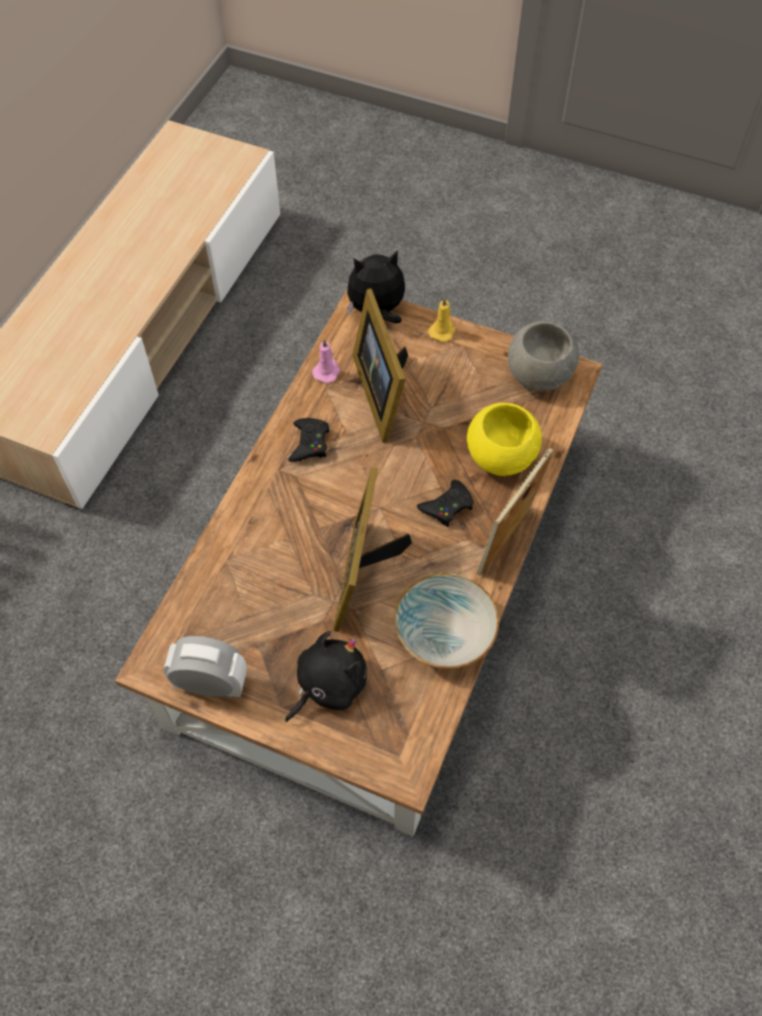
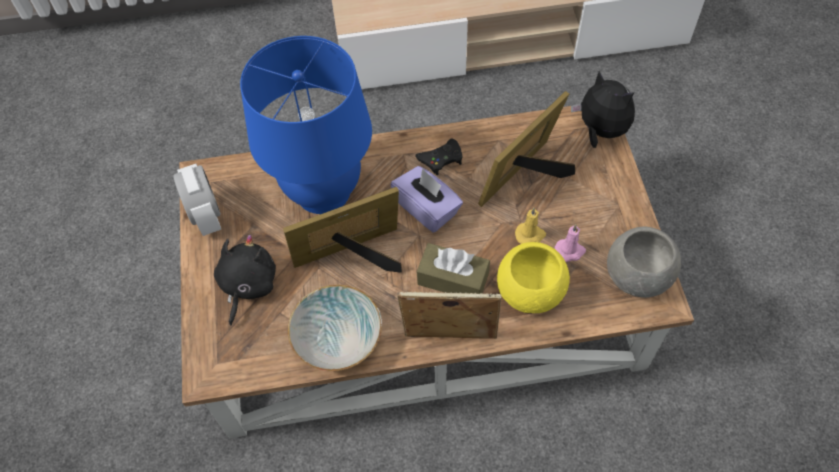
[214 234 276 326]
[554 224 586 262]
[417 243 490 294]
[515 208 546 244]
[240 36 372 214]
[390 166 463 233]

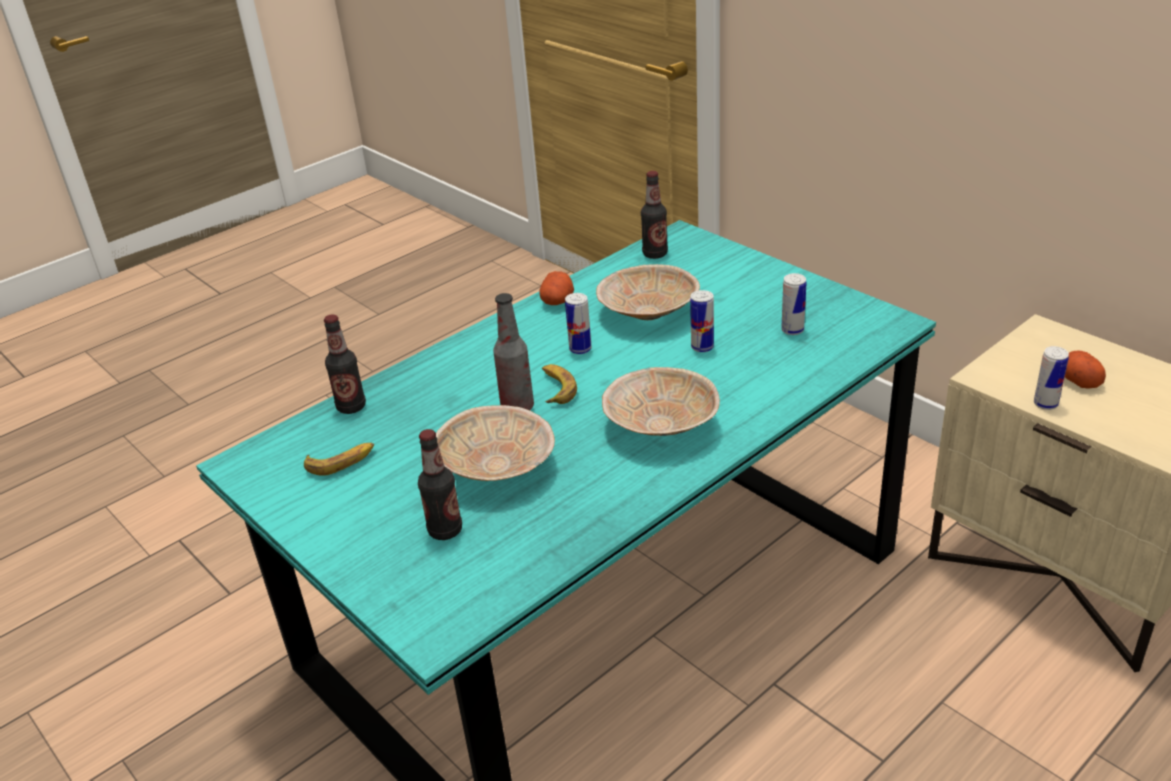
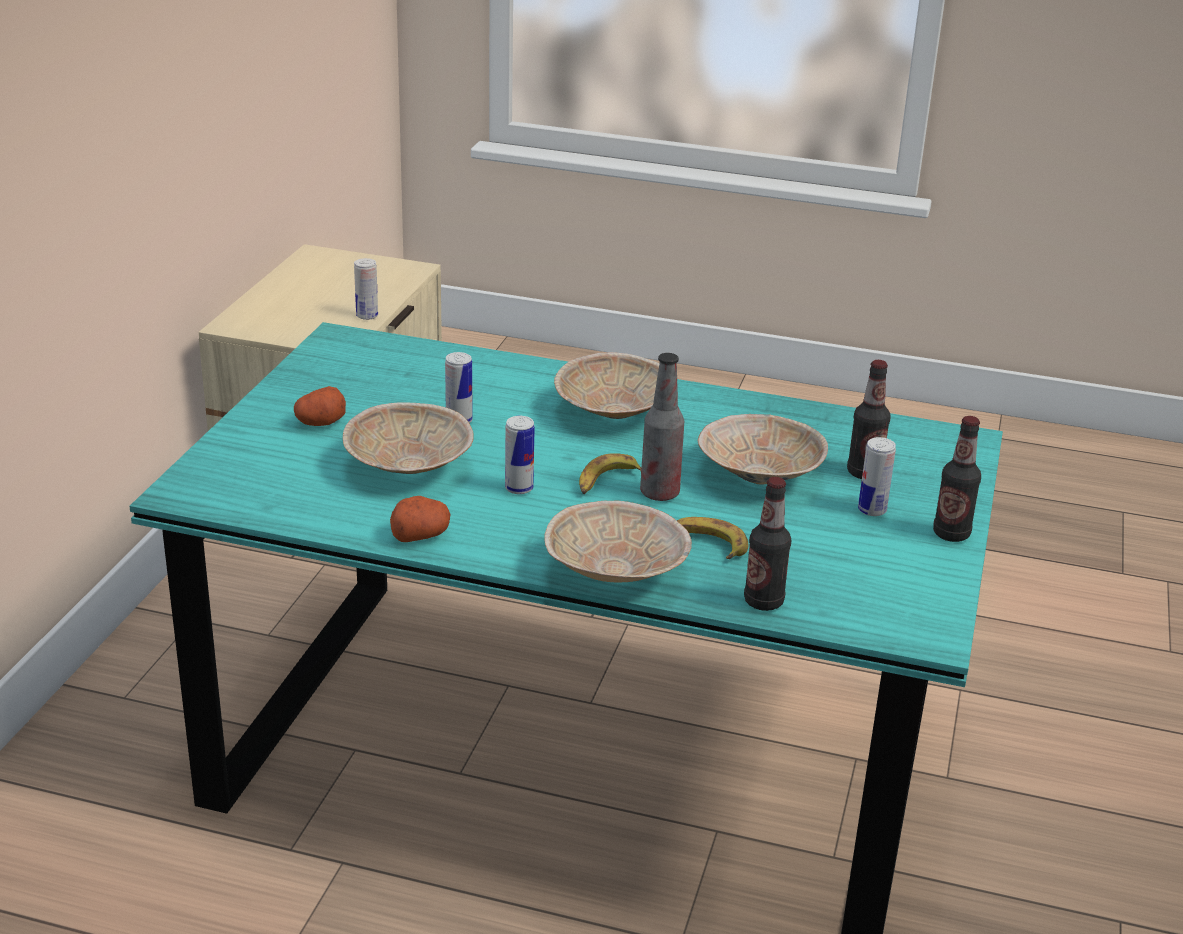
[677 517 749 559]
[933 416 981 542]
[858 437 896 516]
[294 386 346 426]
[544 501 692 583]

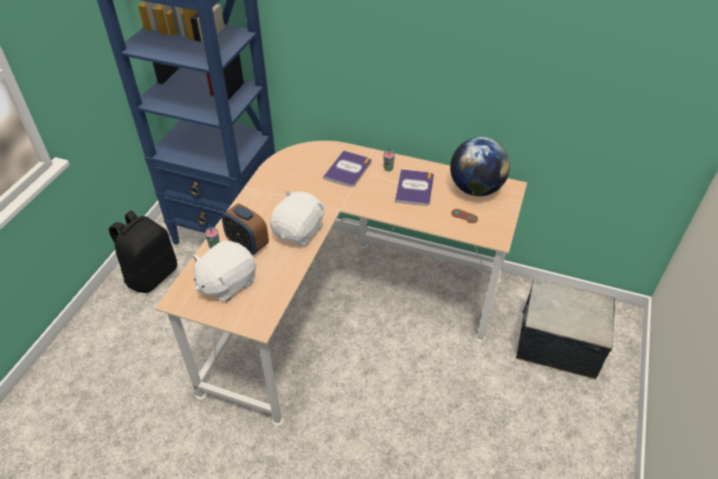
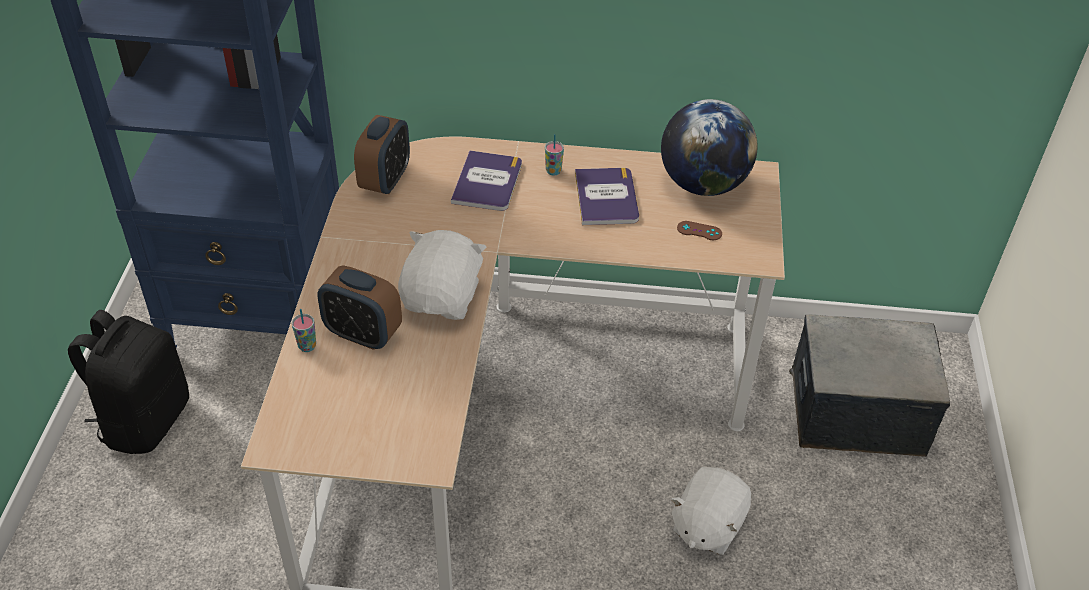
[671 467 751 555]
[354 115 410 194]

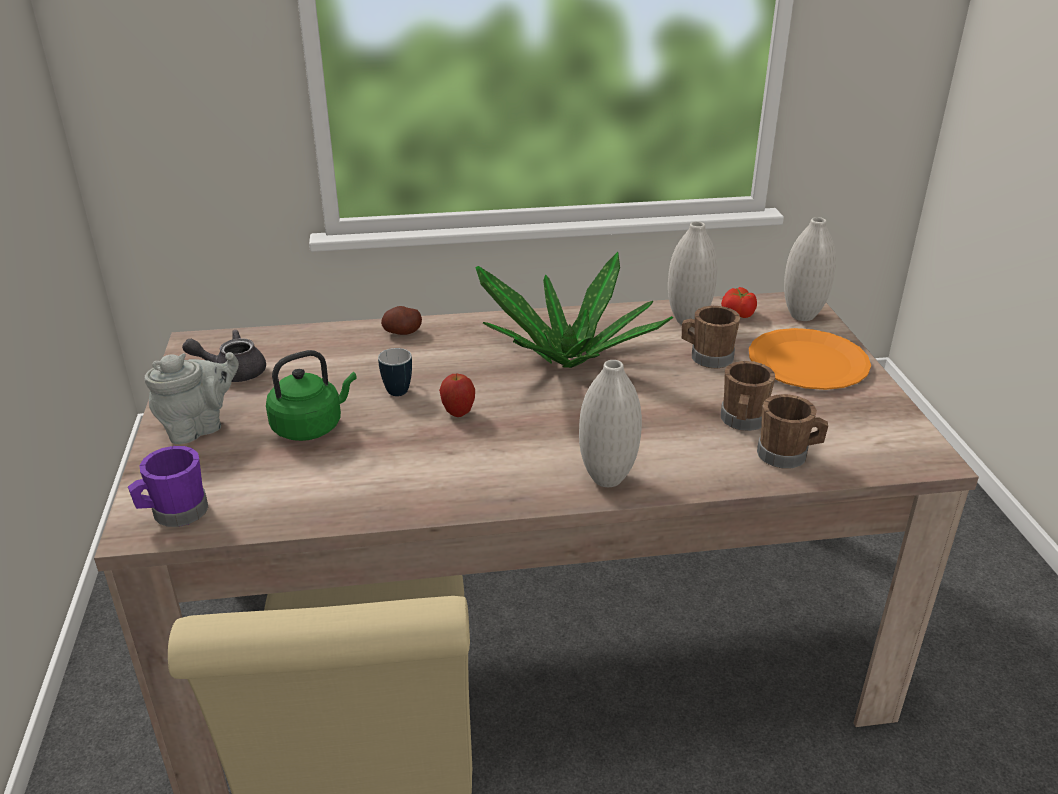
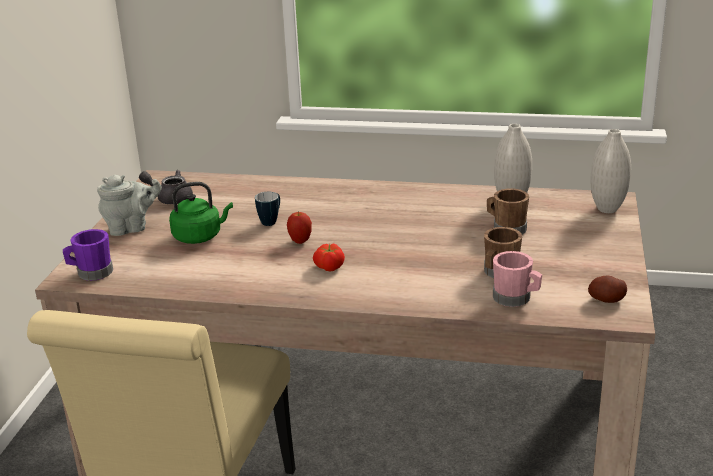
[588 275 627 303]
[476 252 673 368] (first image)
[579 360 642 487] (first image)
[313 243 345 271]
[749 328 871 390] (first image)
[493 251 542 307]

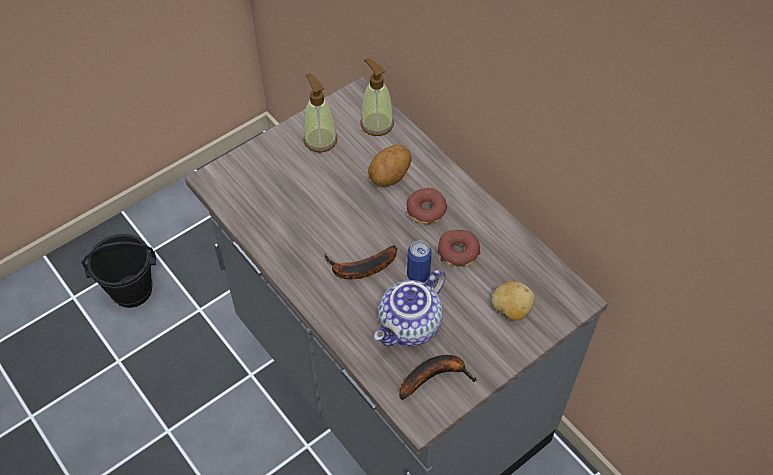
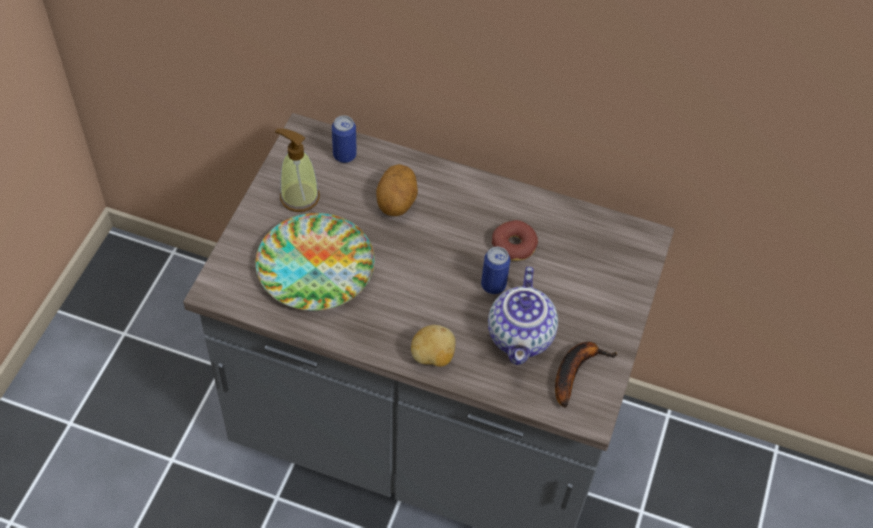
[81 234 156 308] (first image)
[325 245 397 279] (first image)
[332 116 357 163]
[407 188 447 225] (first image)
[411 325 456 367]
[255 213 375 311]

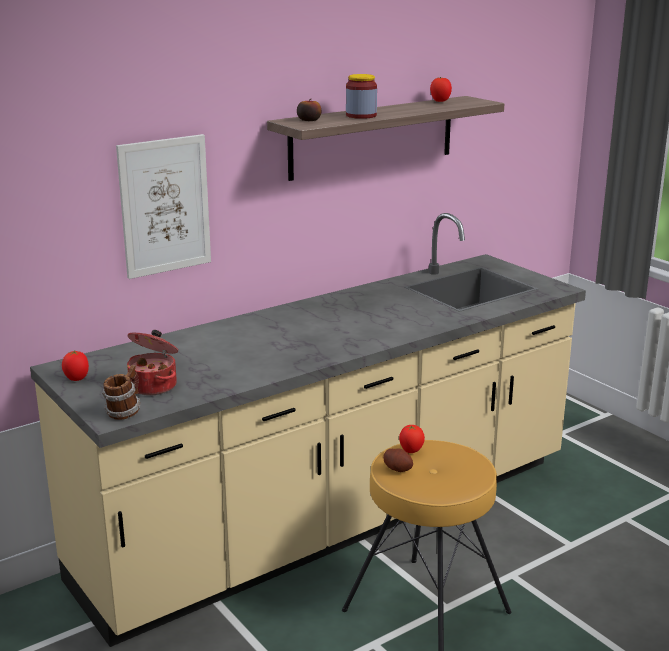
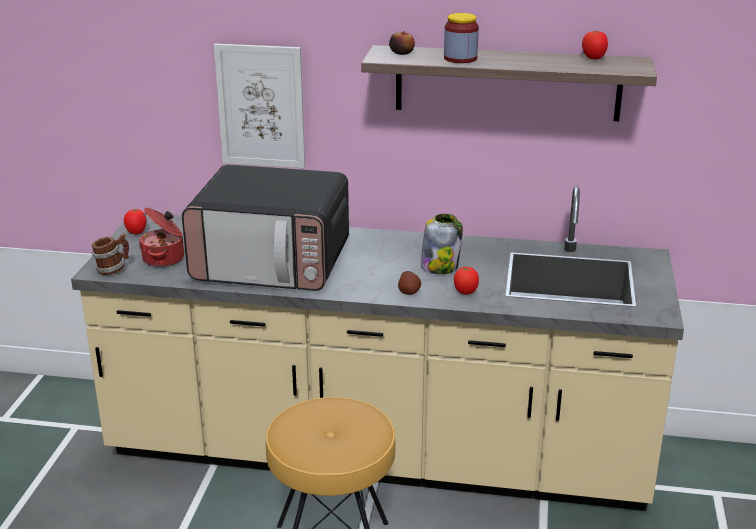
[398 271 421 295]
[454 267 479 295]
[182 165 349 291]
[421 214 463 274]

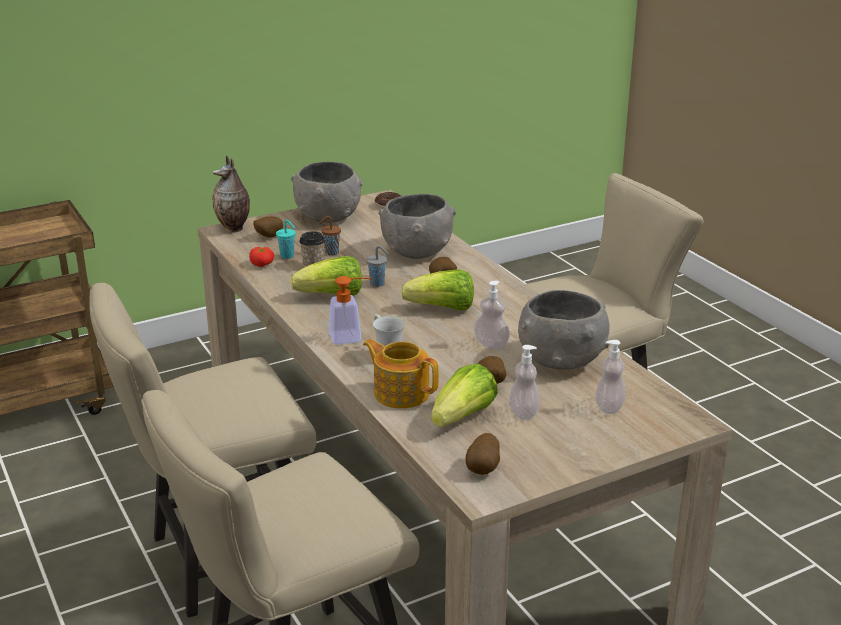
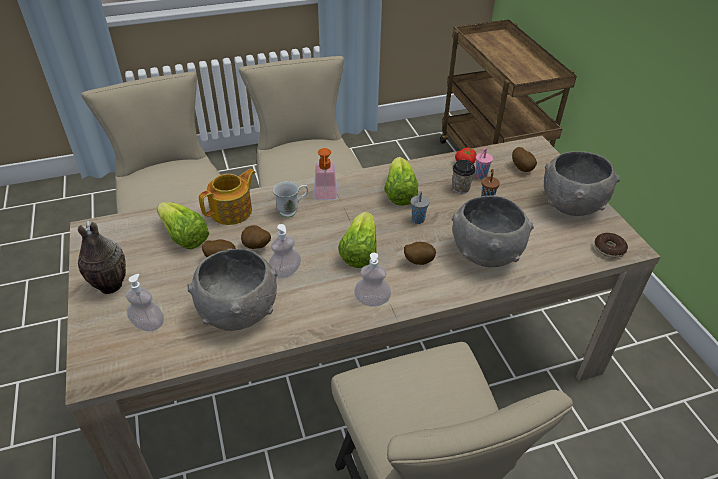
[78 221 126 294]
[475 148 493 179]
[241 225 271 249]
[354 253 391 307]

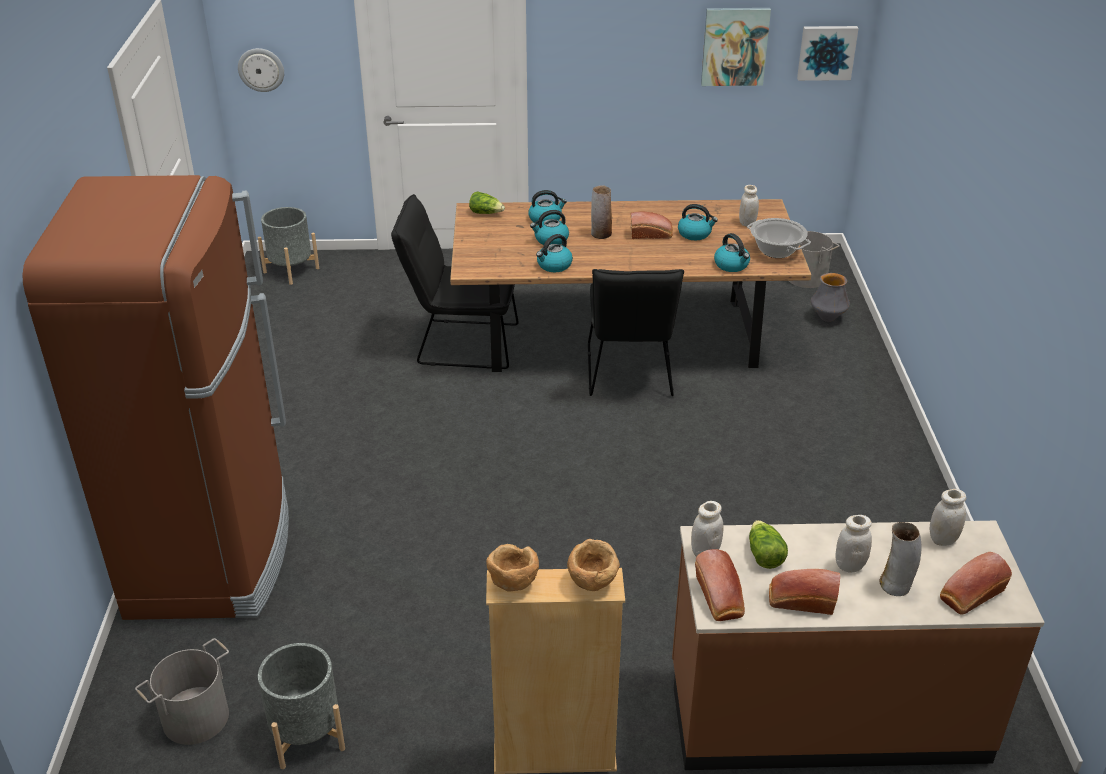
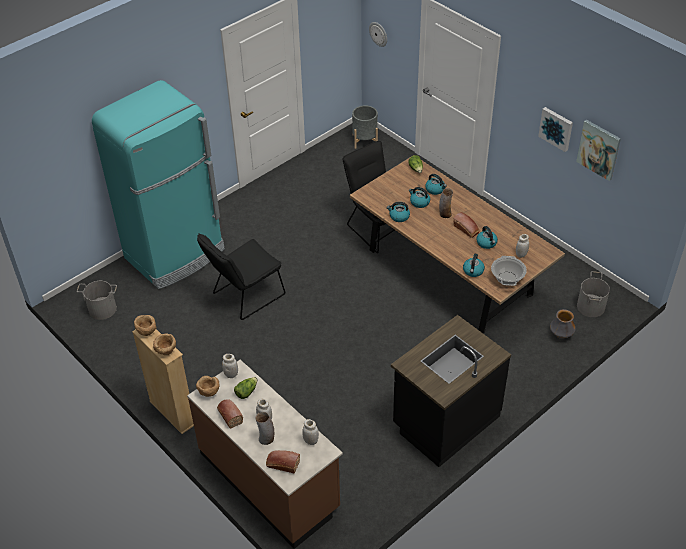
[92 80 225 289]
[258 643 345 769] (first image)
[197 233 285 320]
[196 376 220 397]
[538 107 573 152]
[391 315 511 467]

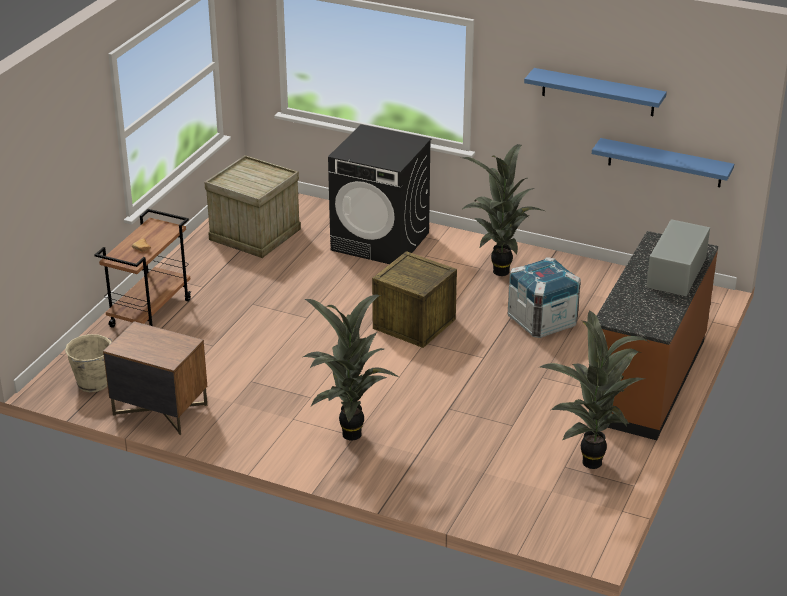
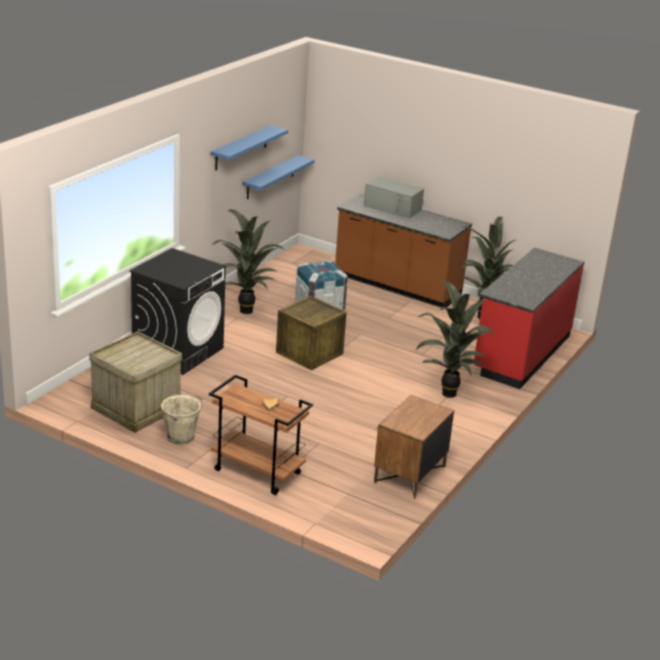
[161 394 203 445]
[474 248 584 389]

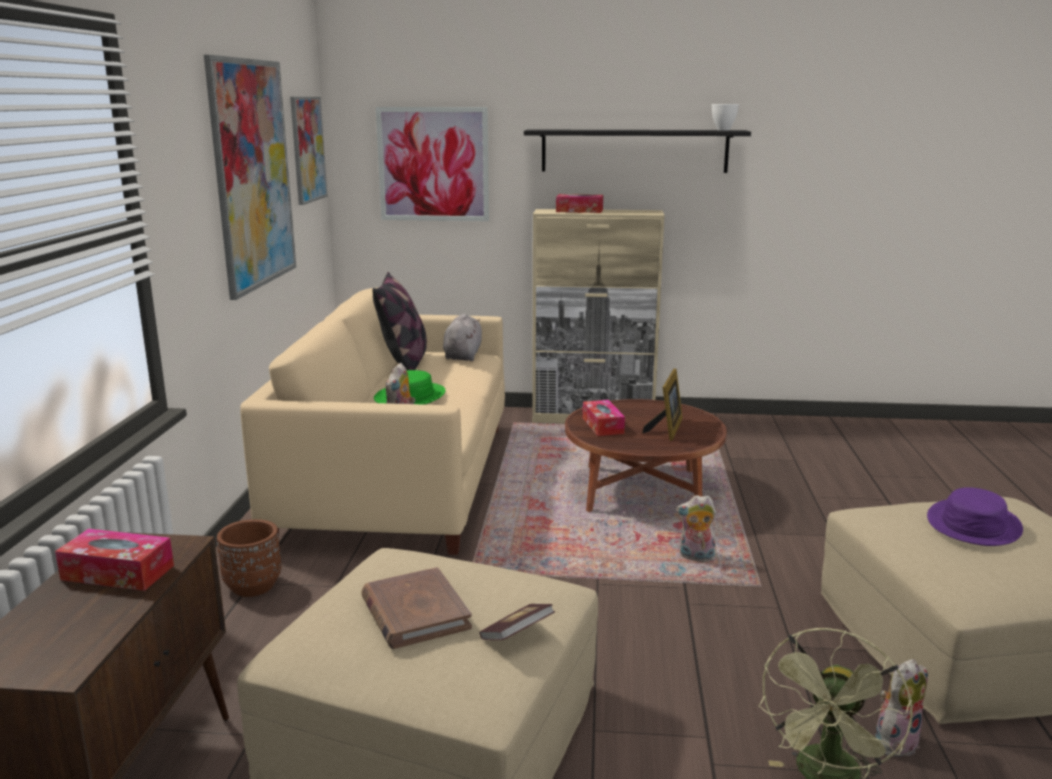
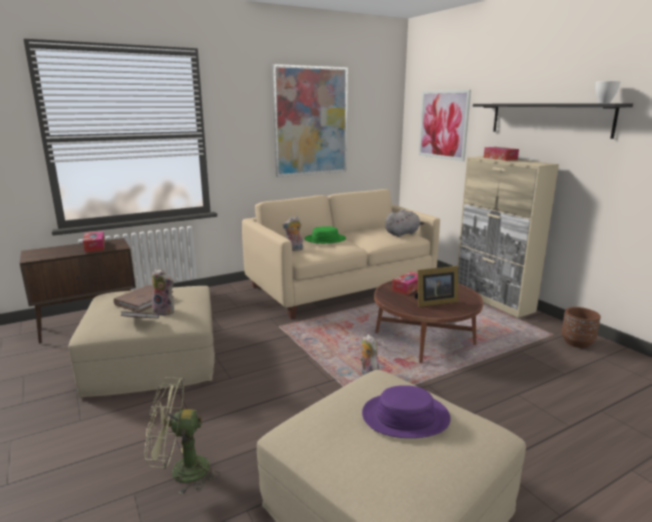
[562 307 601 348]
[290 97 327 205] (first image)
[372 272 427 370] (first image)
[152 268 174 316]

